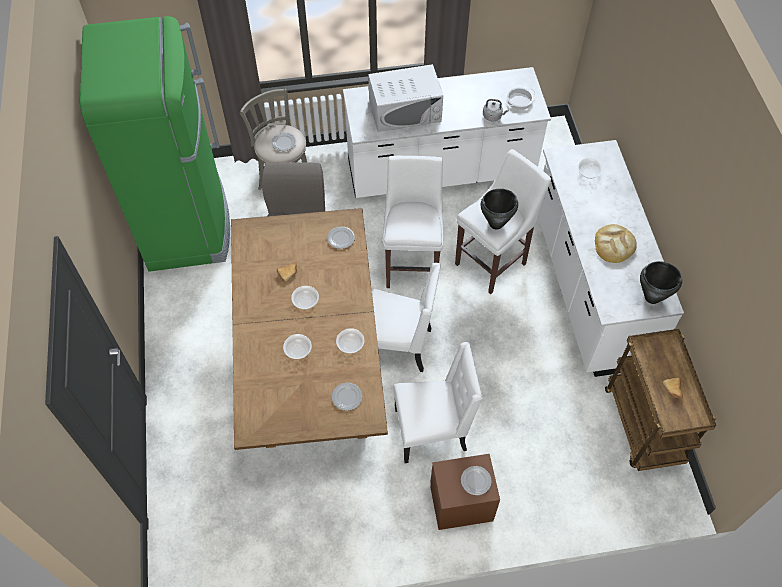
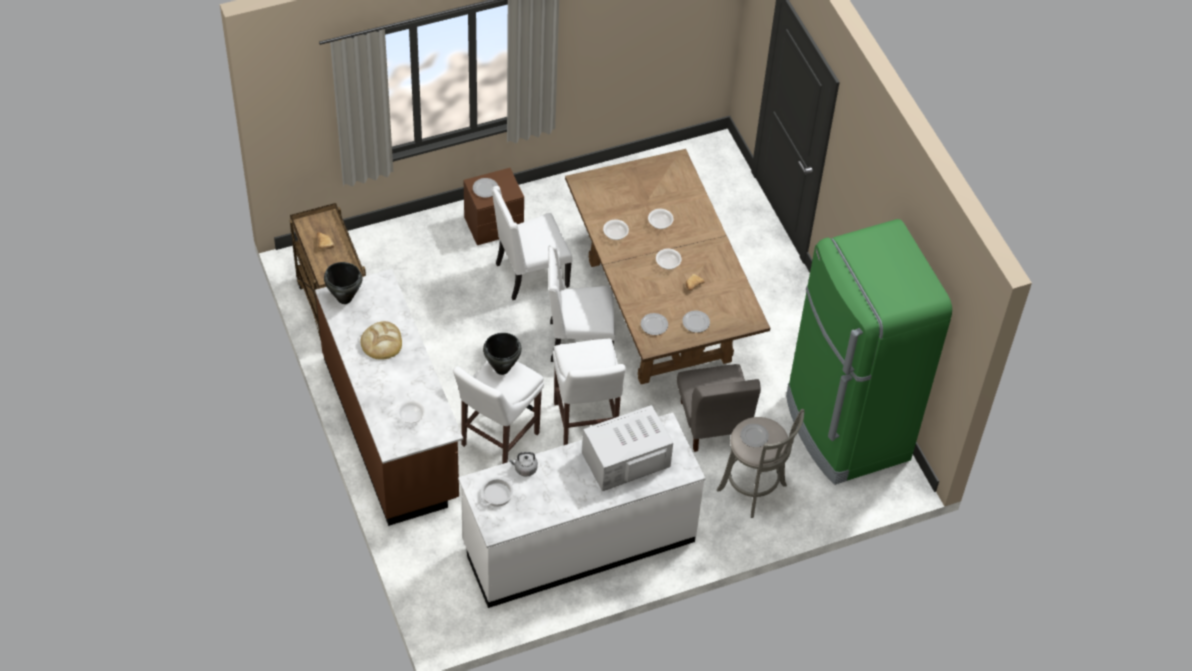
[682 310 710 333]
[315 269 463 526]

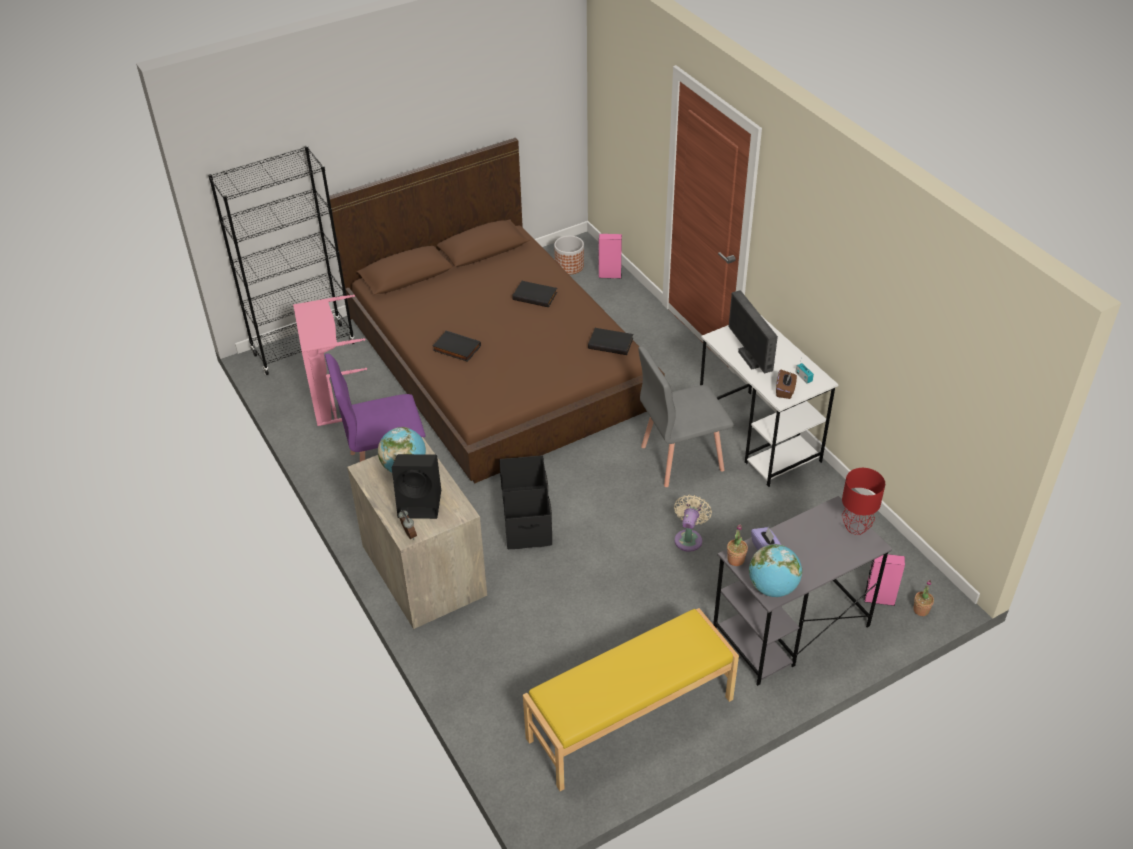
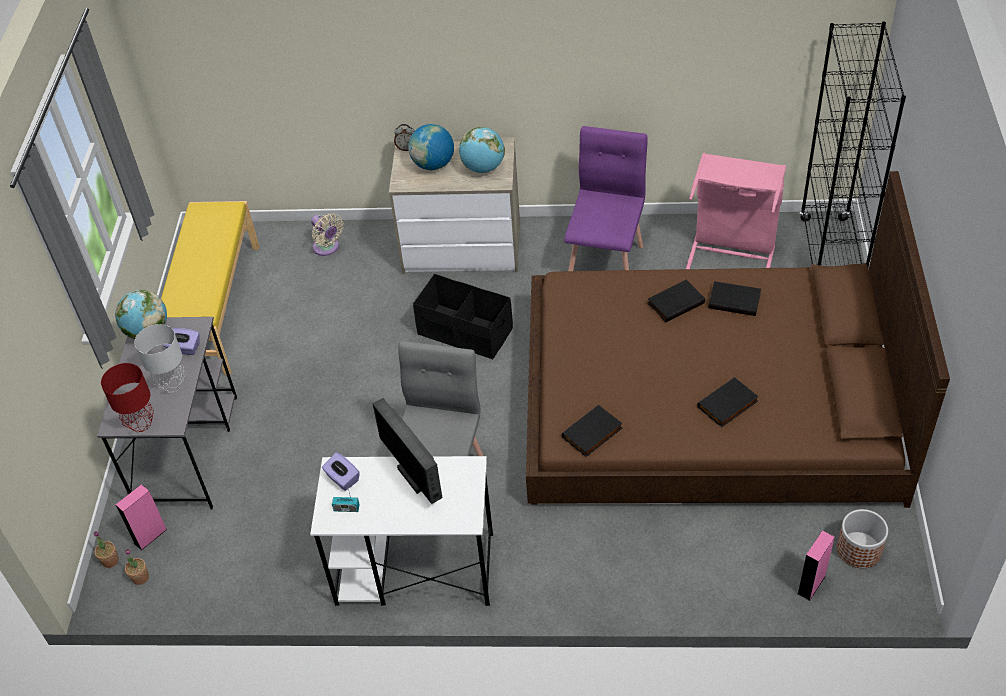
[408 124 454 170]
[311 213 344 256]
[125 549 149 585]
[372 398 442 504]
[322 452 360 491]
[135 324 186 393]
[708 281 761 316]

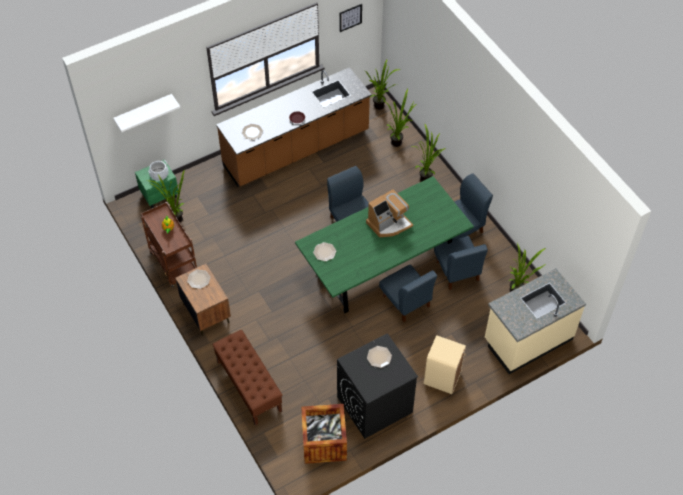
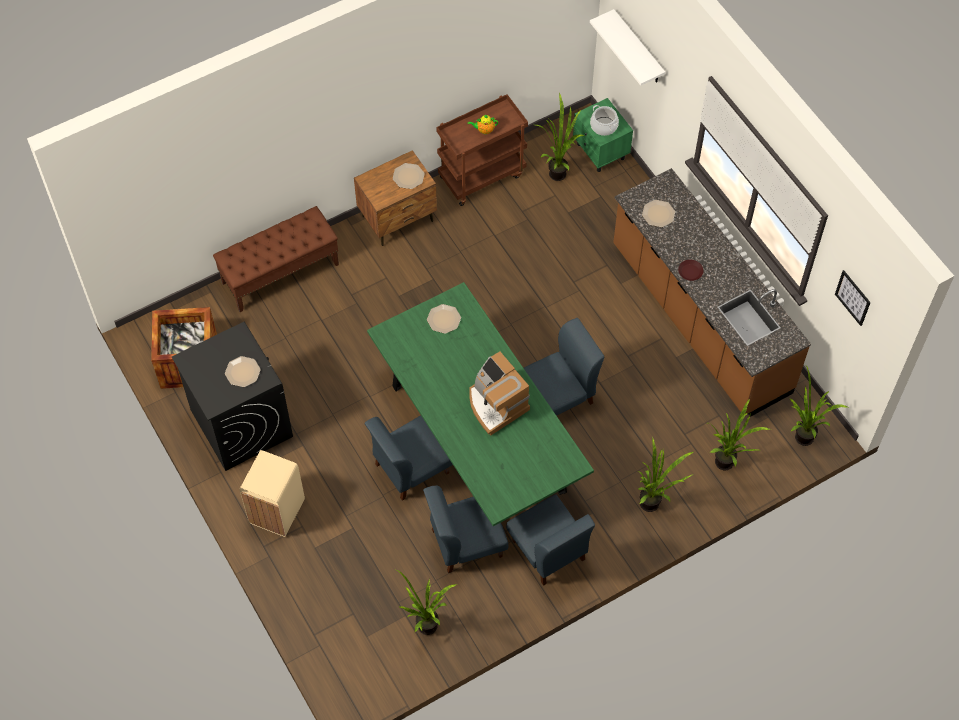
[485 268 586 374] (first image)

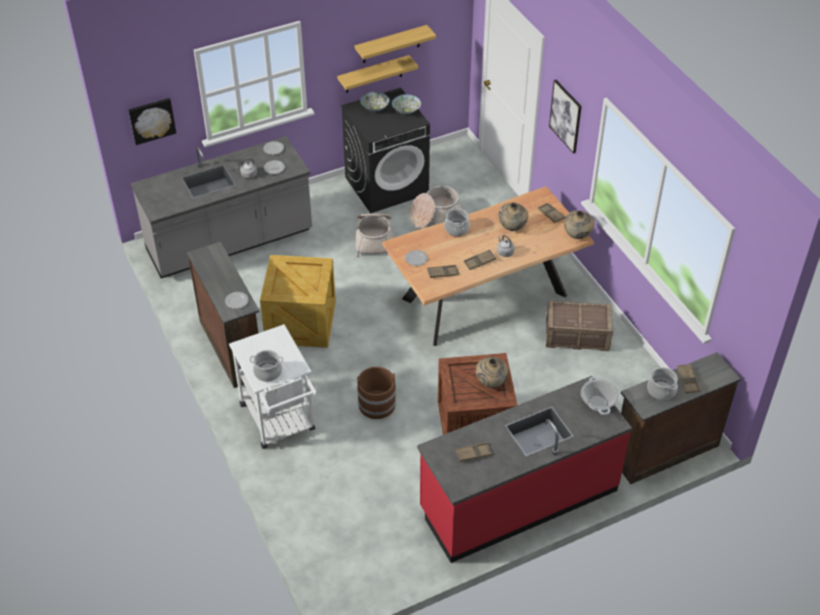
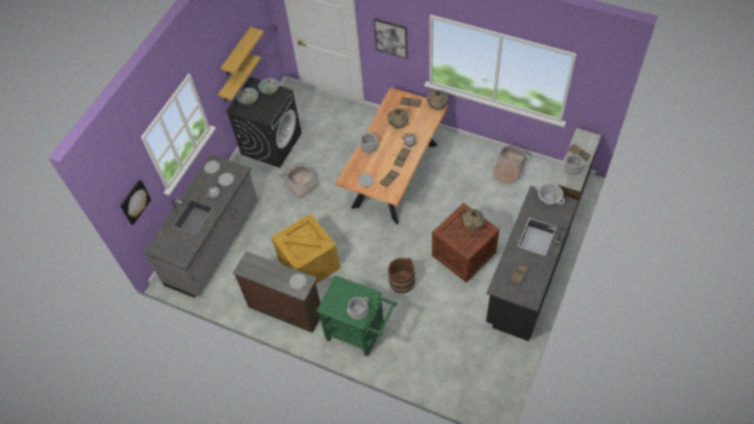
[316 275 397 356]
[493 145 527 185]
[486 186 578 341]
[546 301 613 351] (first image)

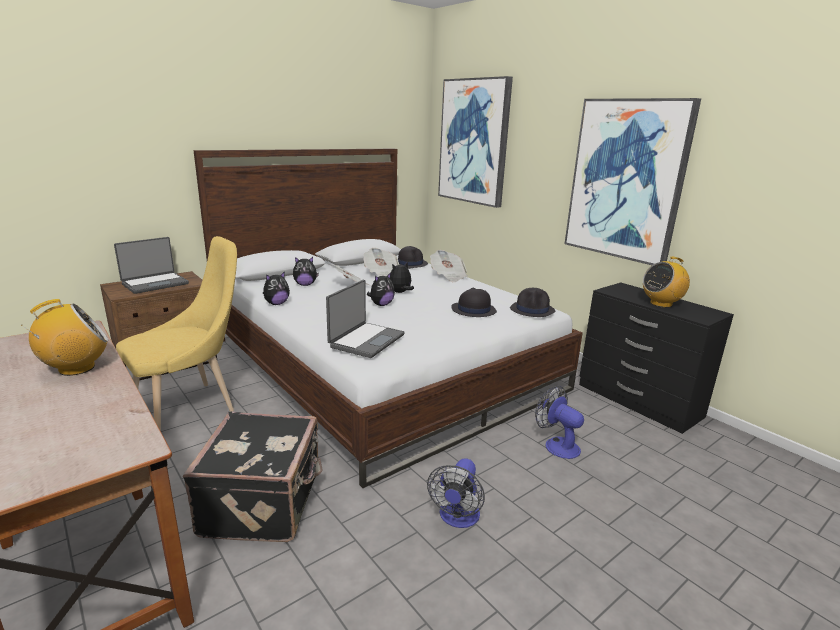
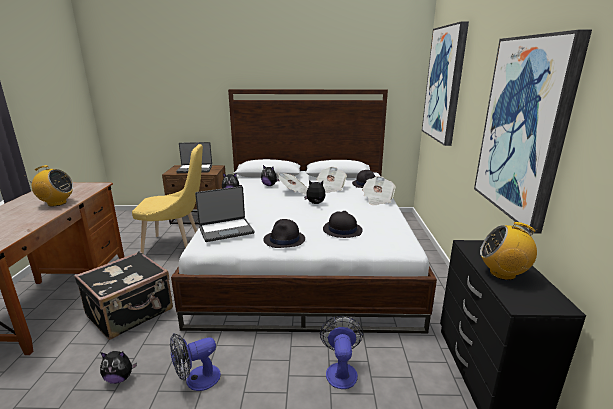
[100 351 137 384]
[263 219 305 248]

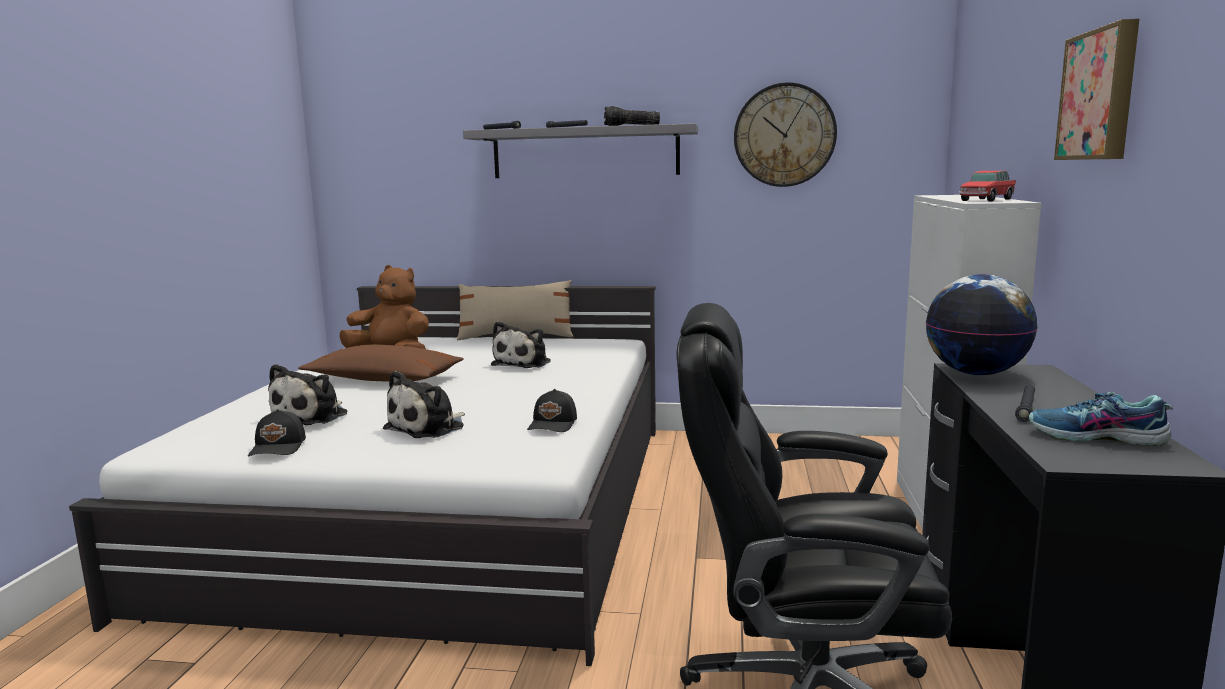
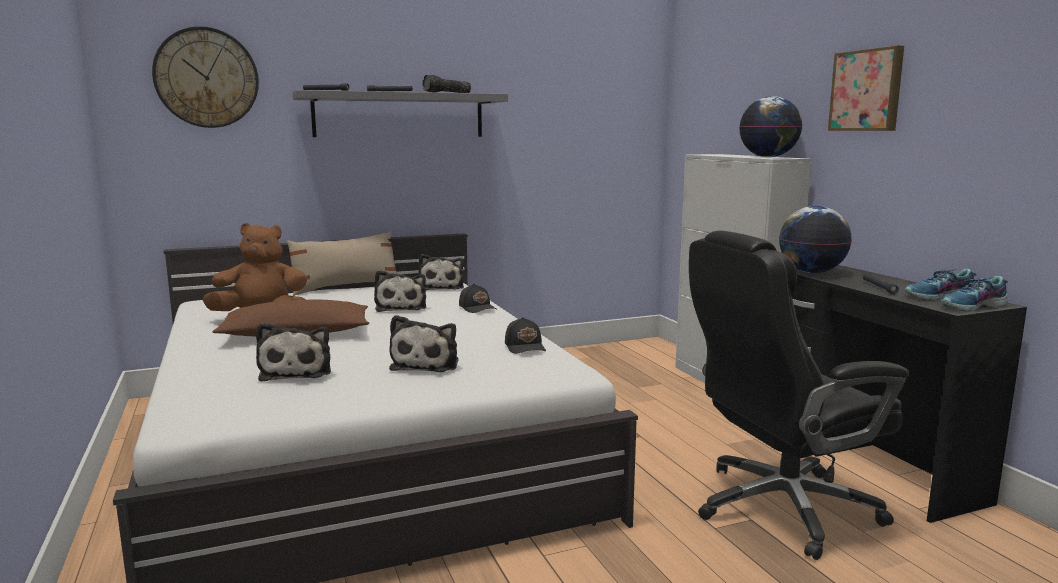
[459 284 496 313]
[152 26 259 128]
[739 96 802 157]
[418 254 464 290]
[941 276 1008 312]

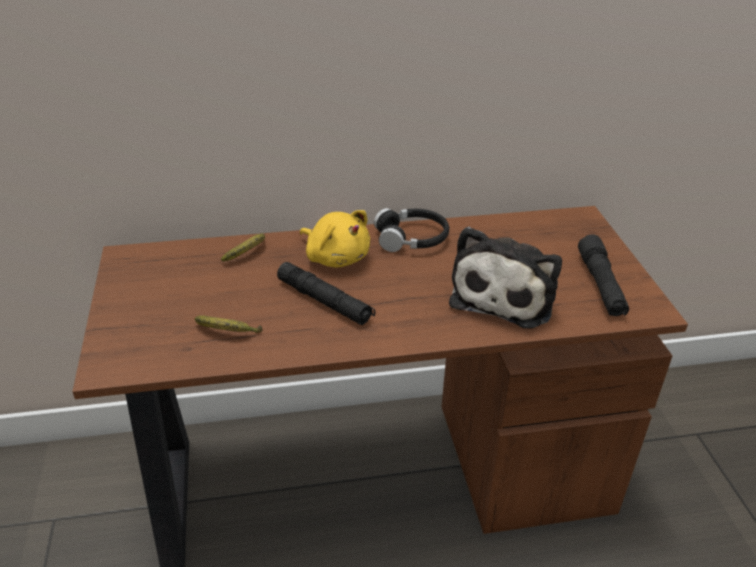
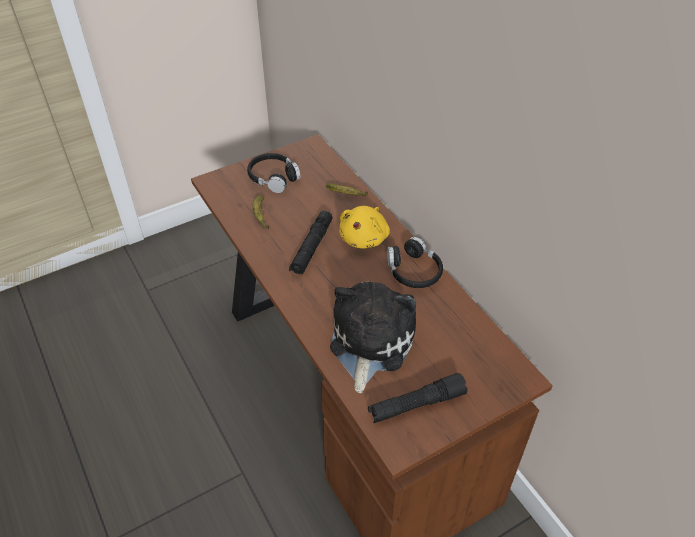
[330 281 416 393]
[247 153 301 193]

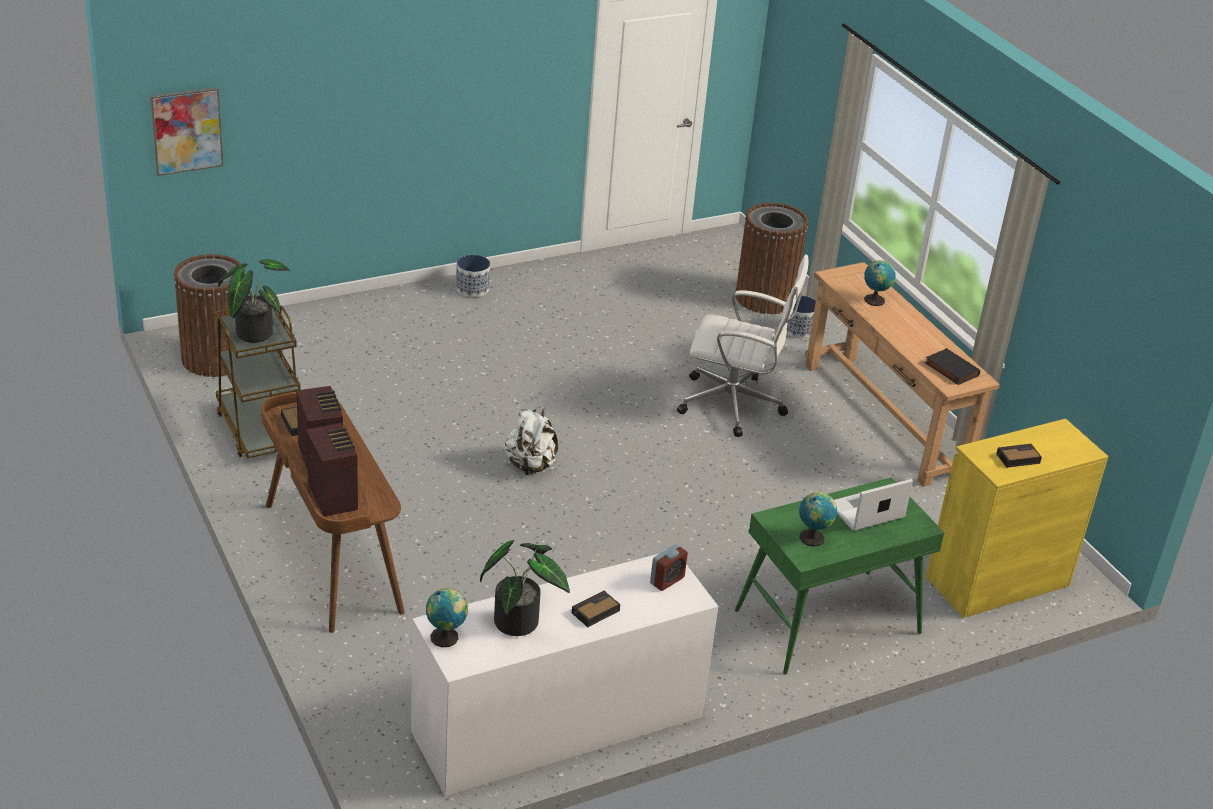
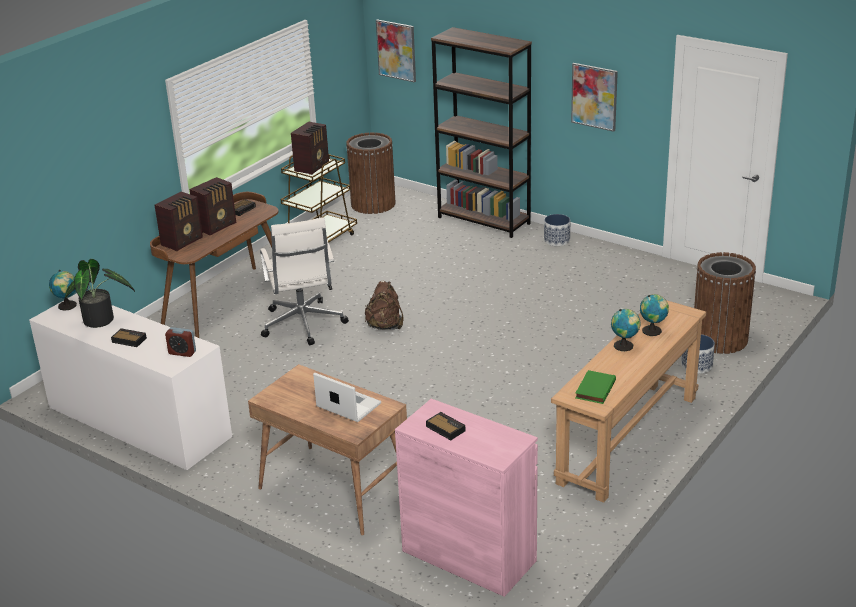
[291 121 329 175]
[365 281 403 330]
[260 217 349 345]
[248 364 407 536]
[611 309 641 351]
[575 370 616 404]
[395 399 538 597]
[431 27 532 238]
[571 63 618 132]

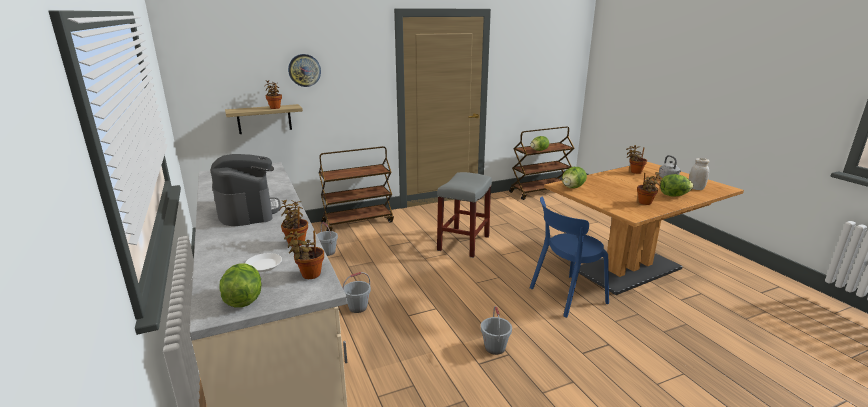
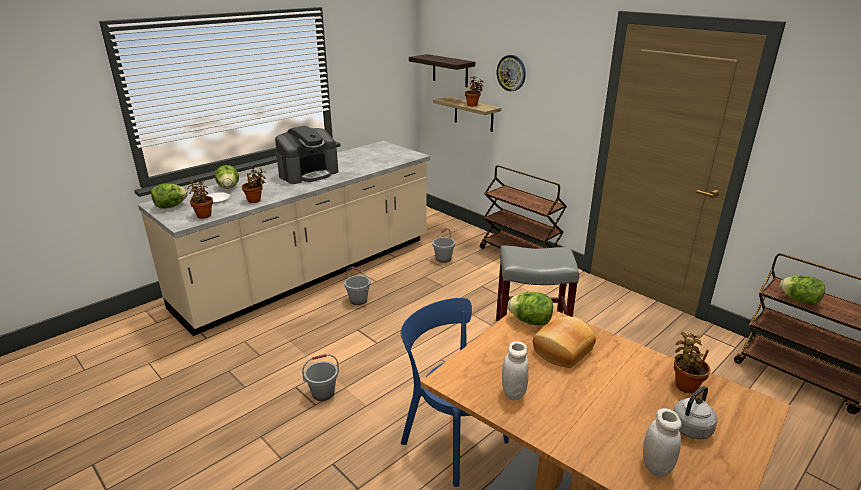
[502 341 529 400]
[215 165 239 189]
[409 54 475 87]
[533 317 596 368]

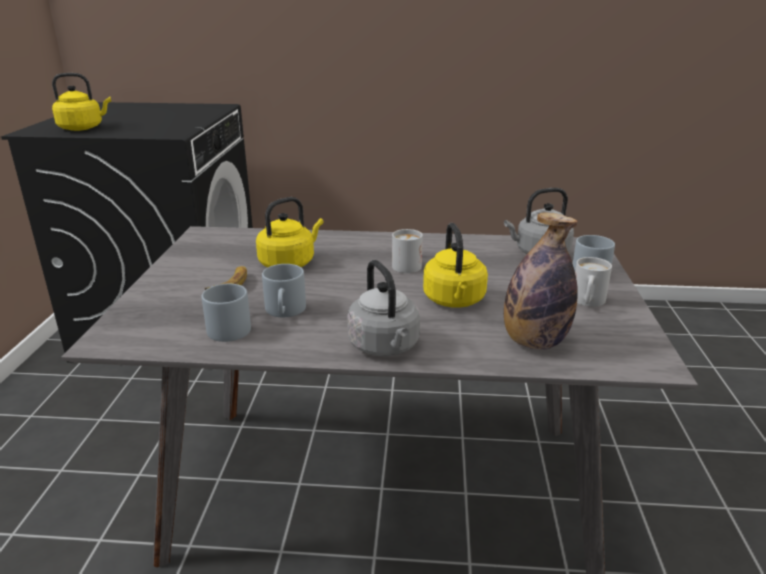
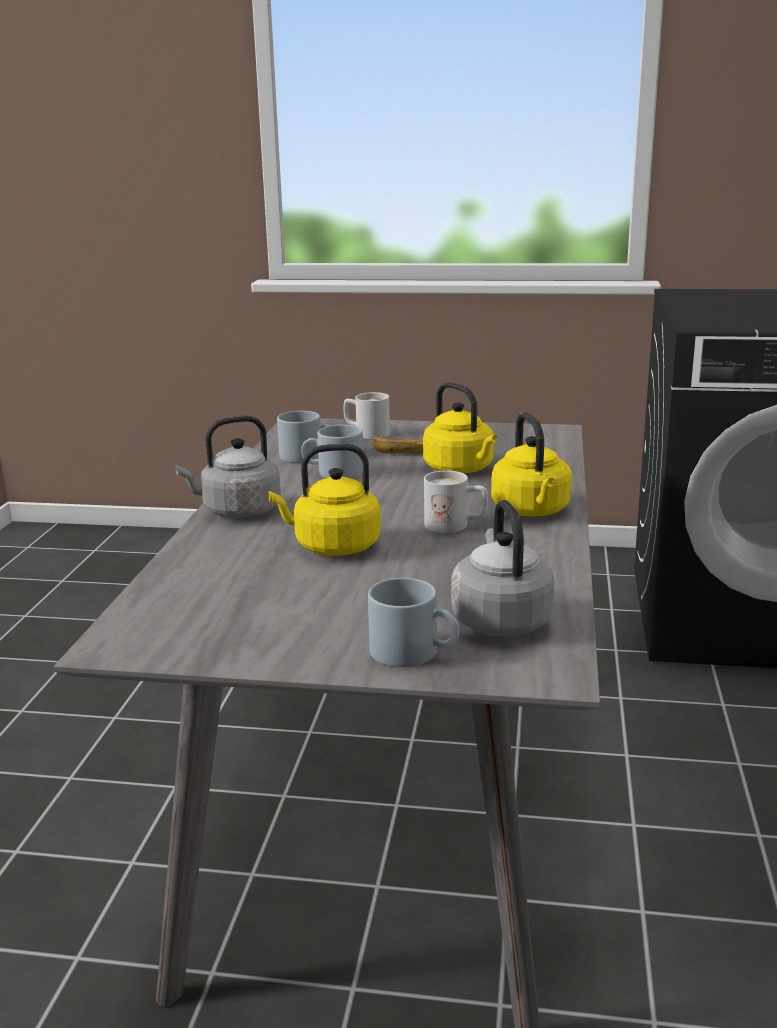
[491 412 572 517]
[504 213 578 350] (first image)
[343 392 390 440]

